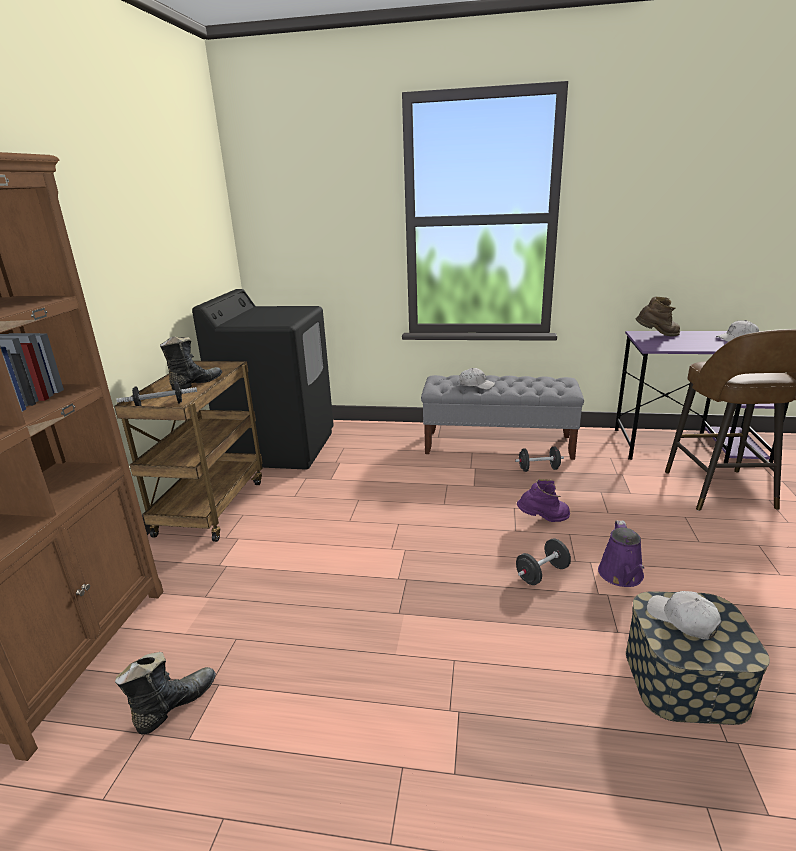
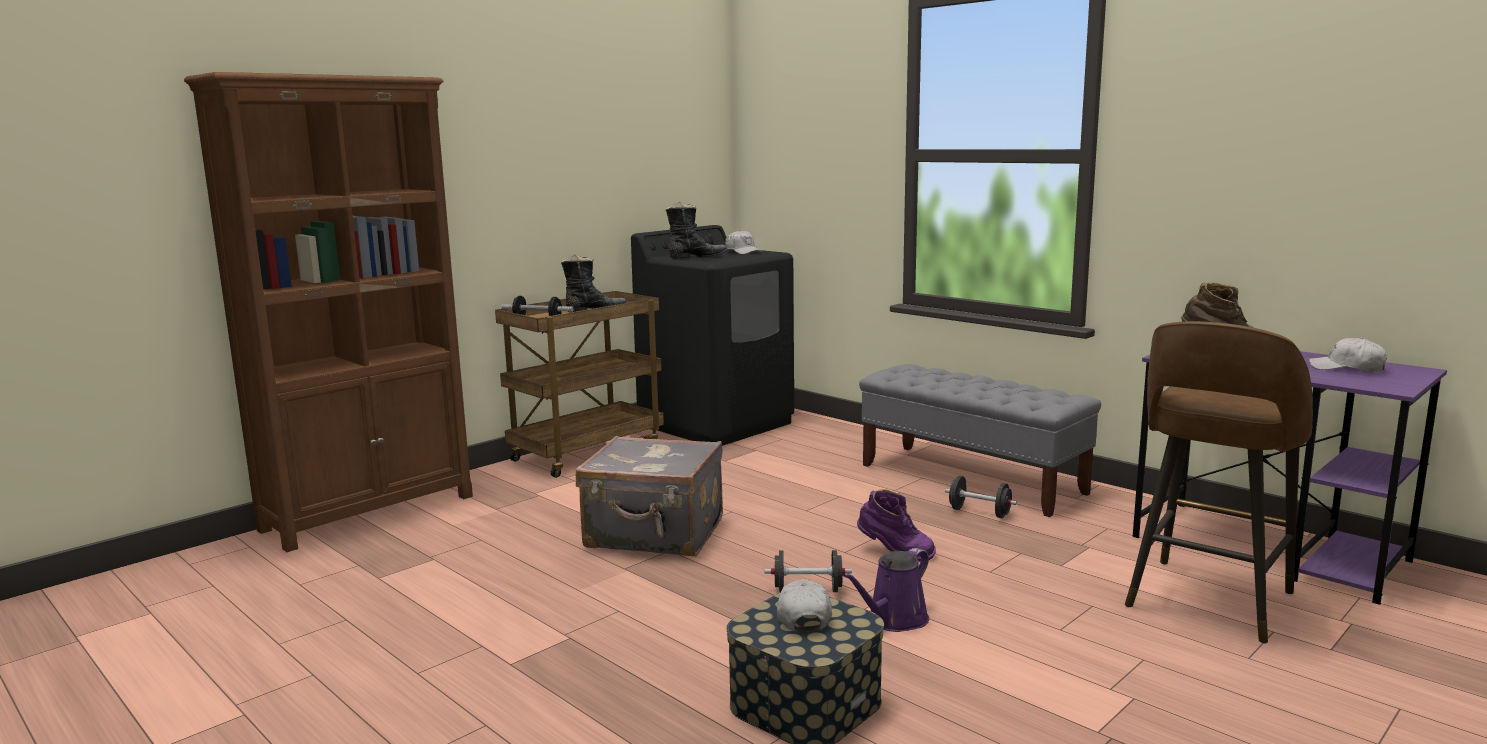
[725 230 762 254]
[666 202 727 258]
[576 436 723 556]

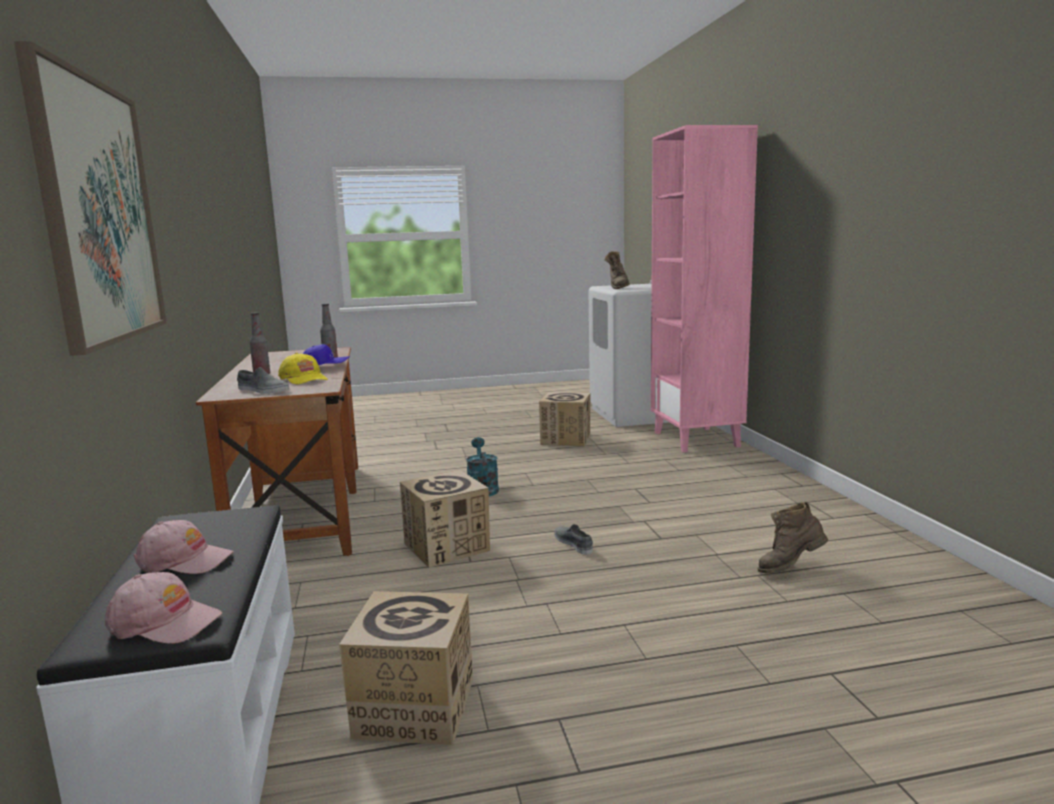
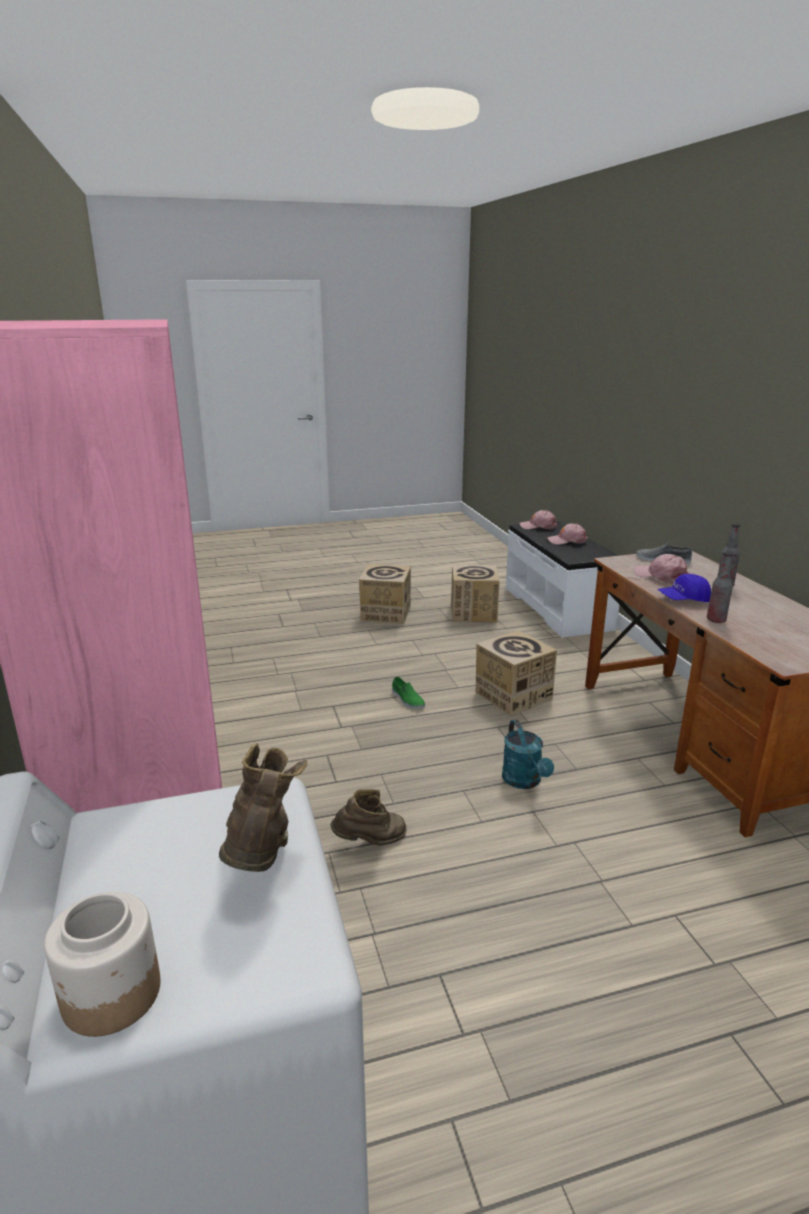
[14 41 167 356] (first image)
[634 554 690 584]
[359 564 411 624]
[331 789 407 846]
[392 677 425 710]
[44 892 160 1037]

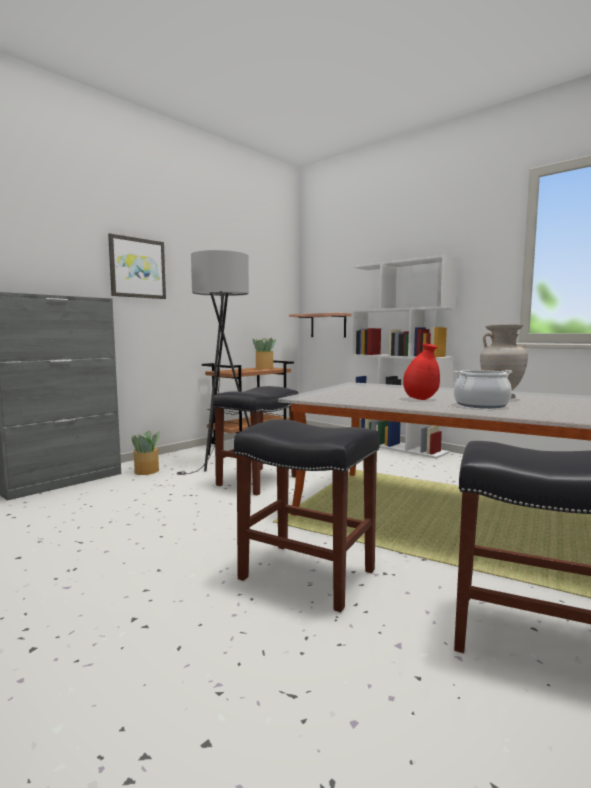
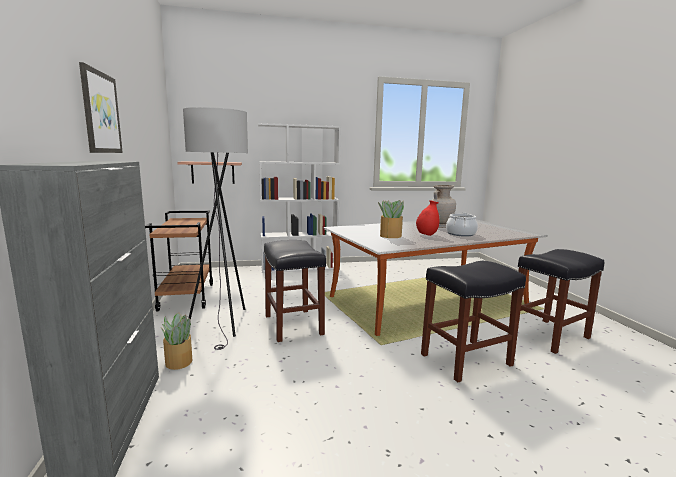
[378 200 404 238]

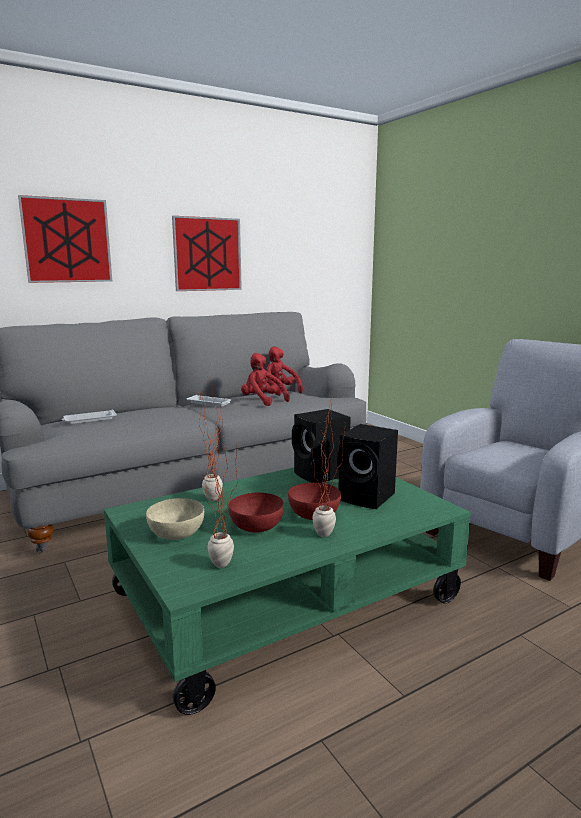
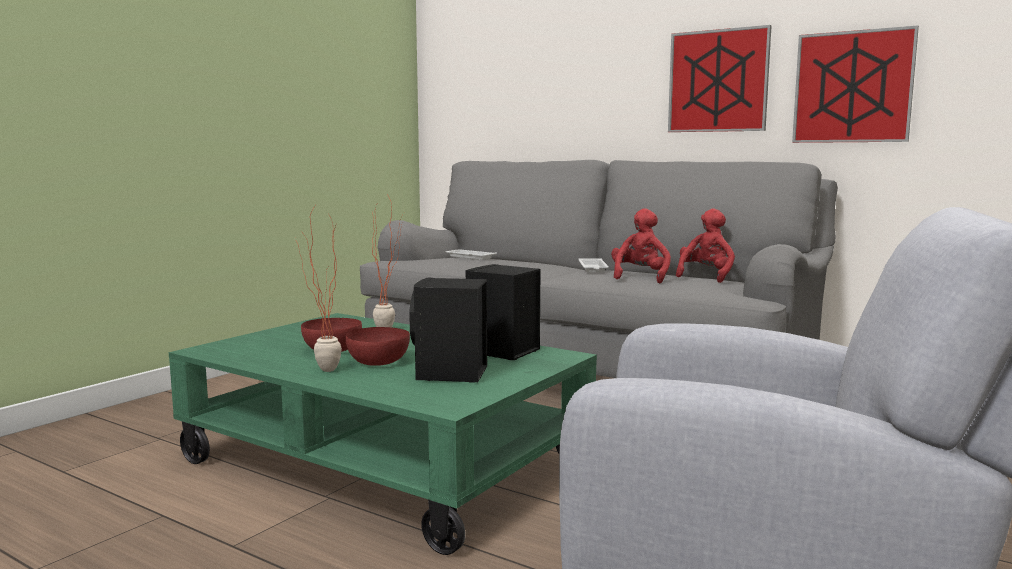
[792 25 919 143]
[204 412 238 568] (first image)
[146 498 204 540] (first image)

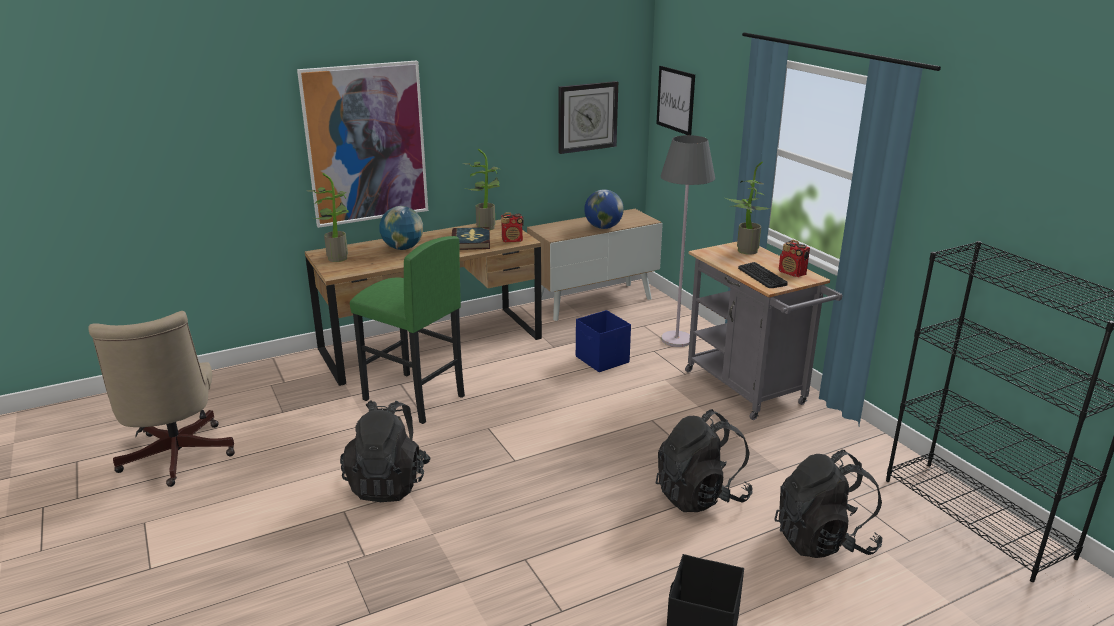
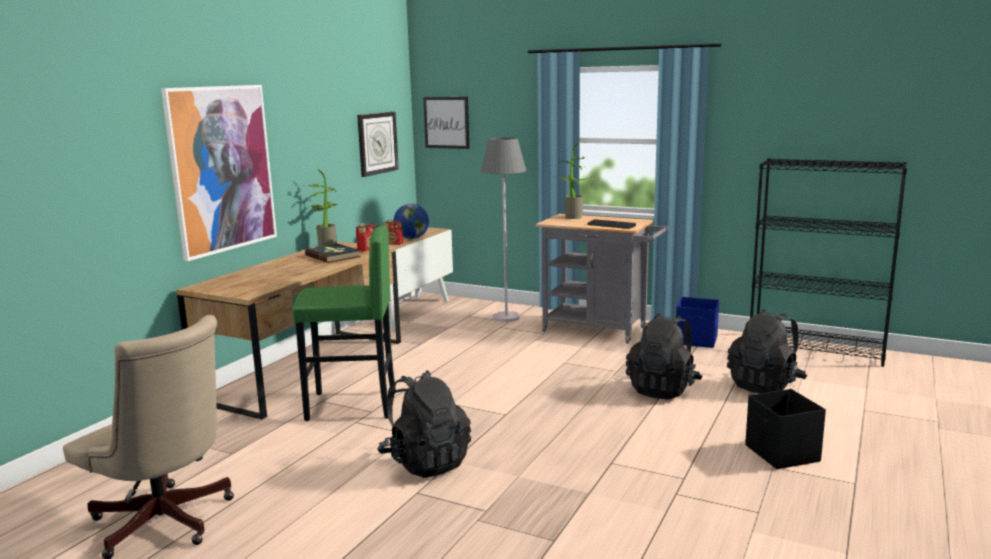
[308 173 349 262] (first image)
[379 206 423 250] (first image)
[383 220 403 245]
[676 297 719 348]

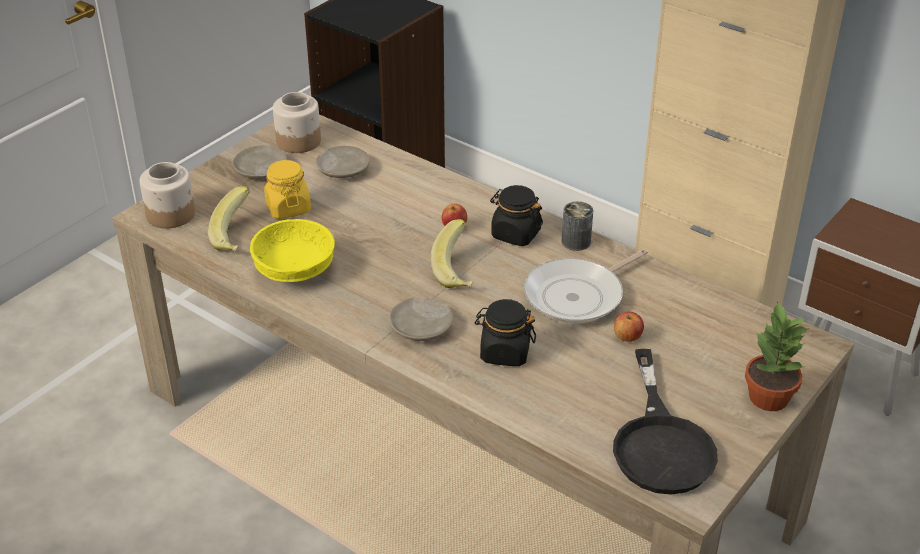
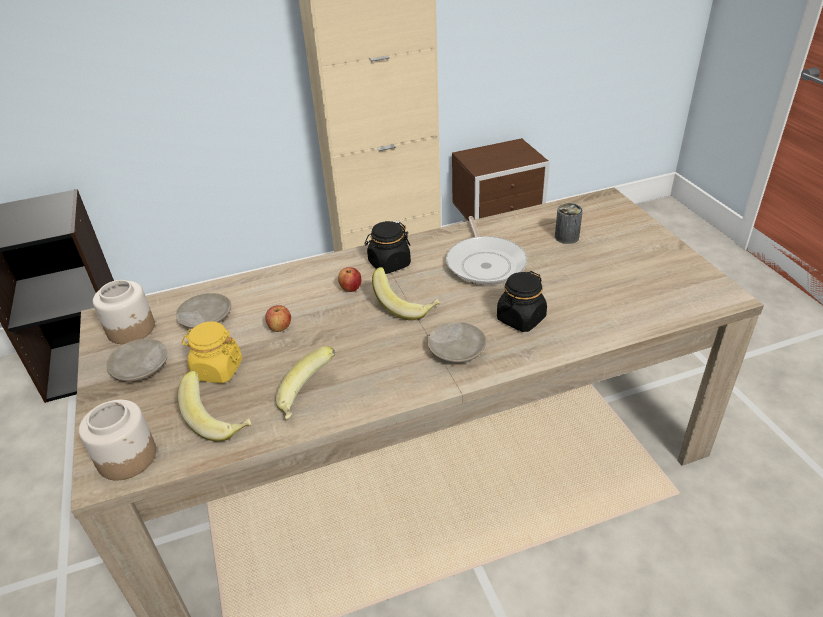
[555 203 583 244]
[276 346 335 419]
[745 301 810 411] (first image)
[265 305 291 332]
[613 349 718 495] (first image)

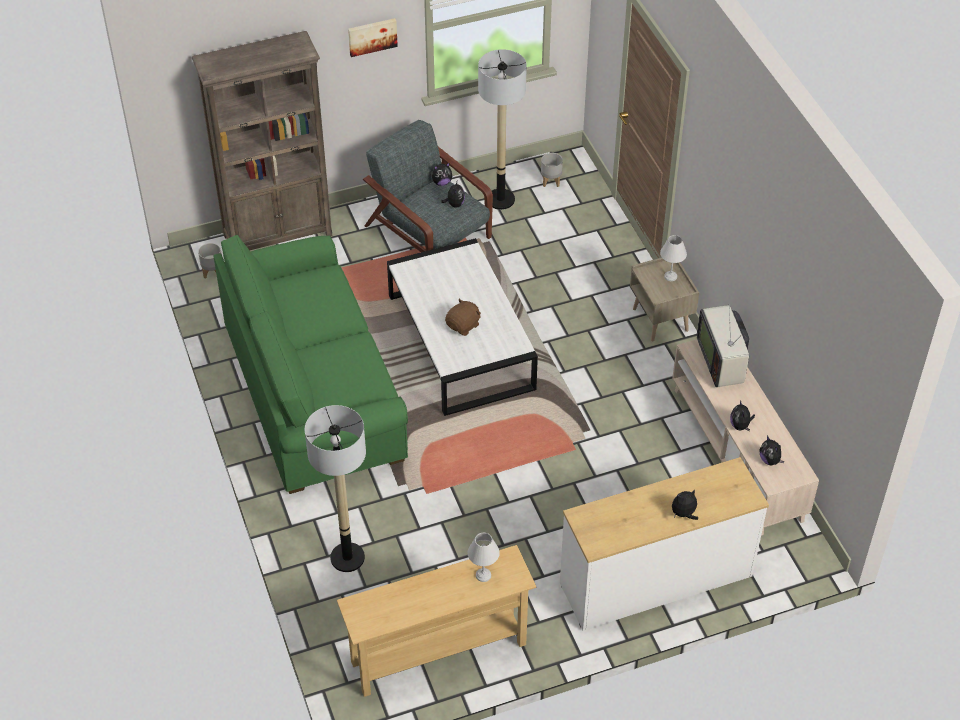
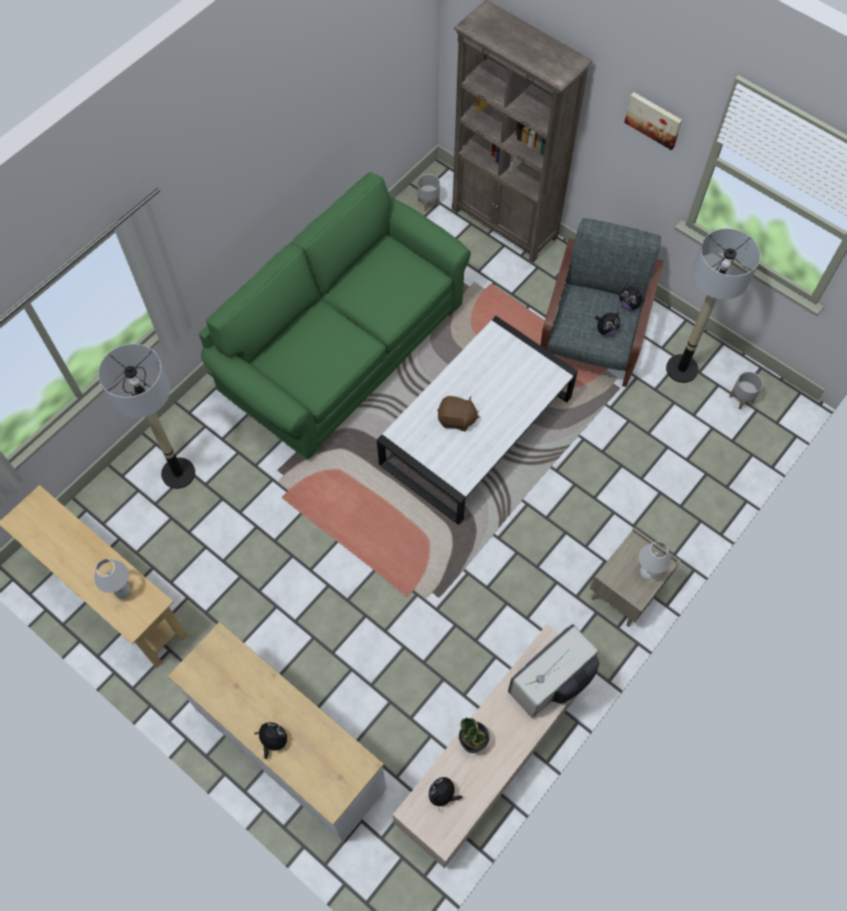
[459 717 490 753]

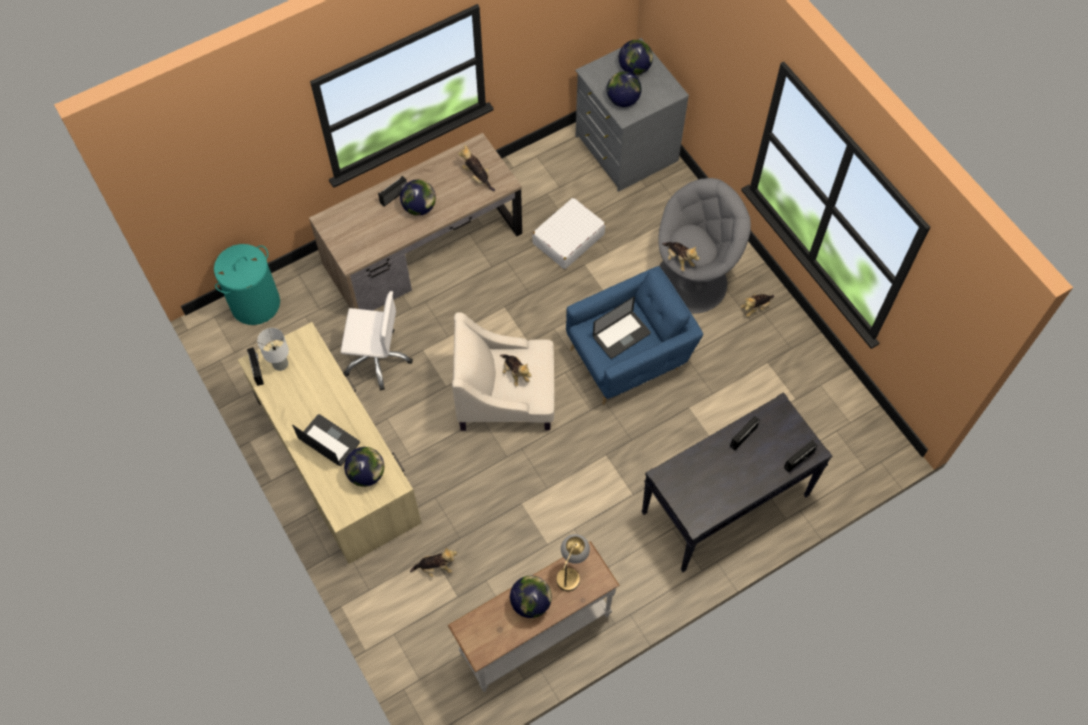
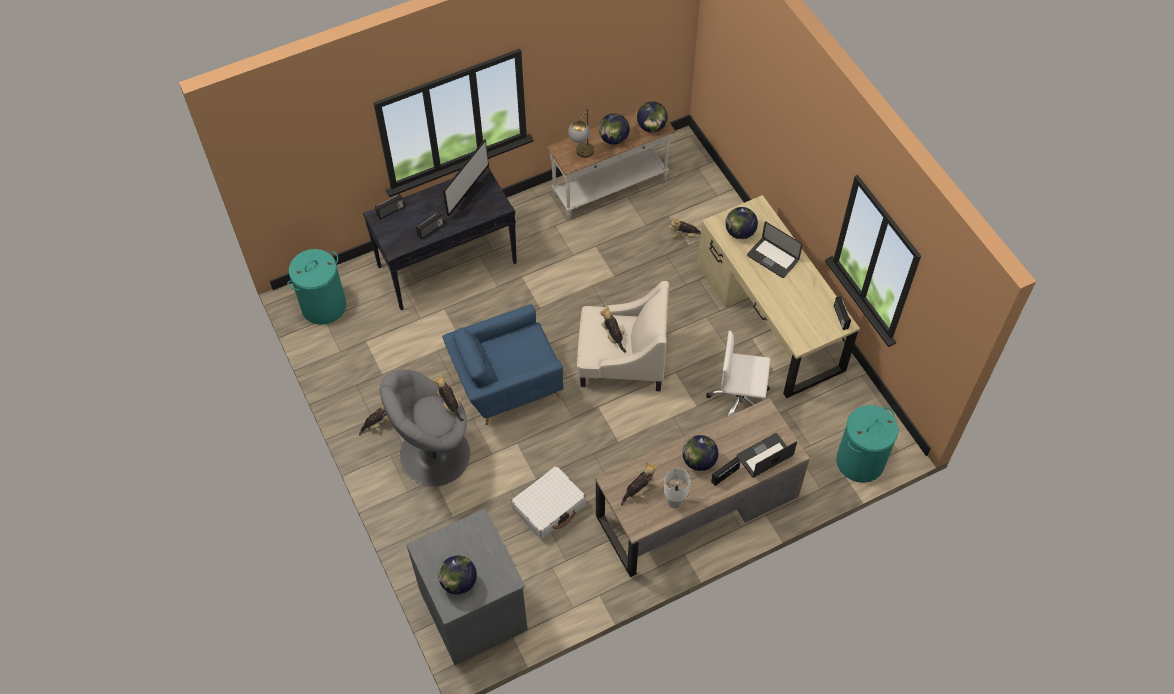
[637 101 668 133]
[621 462 657 506]
[737 433 797 478]
[664 468 690 508]
[443 139 489 216]
[287 249 346 325]

